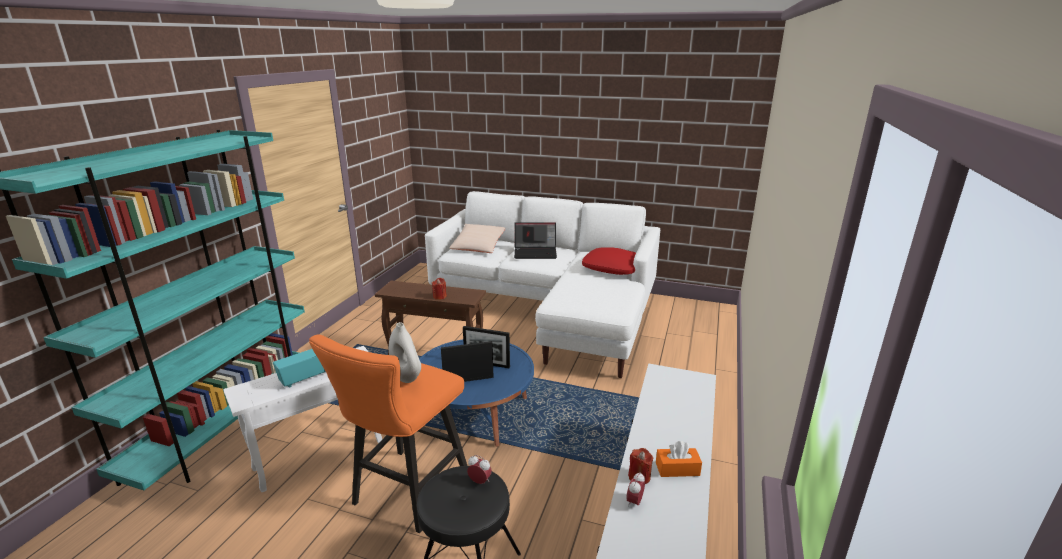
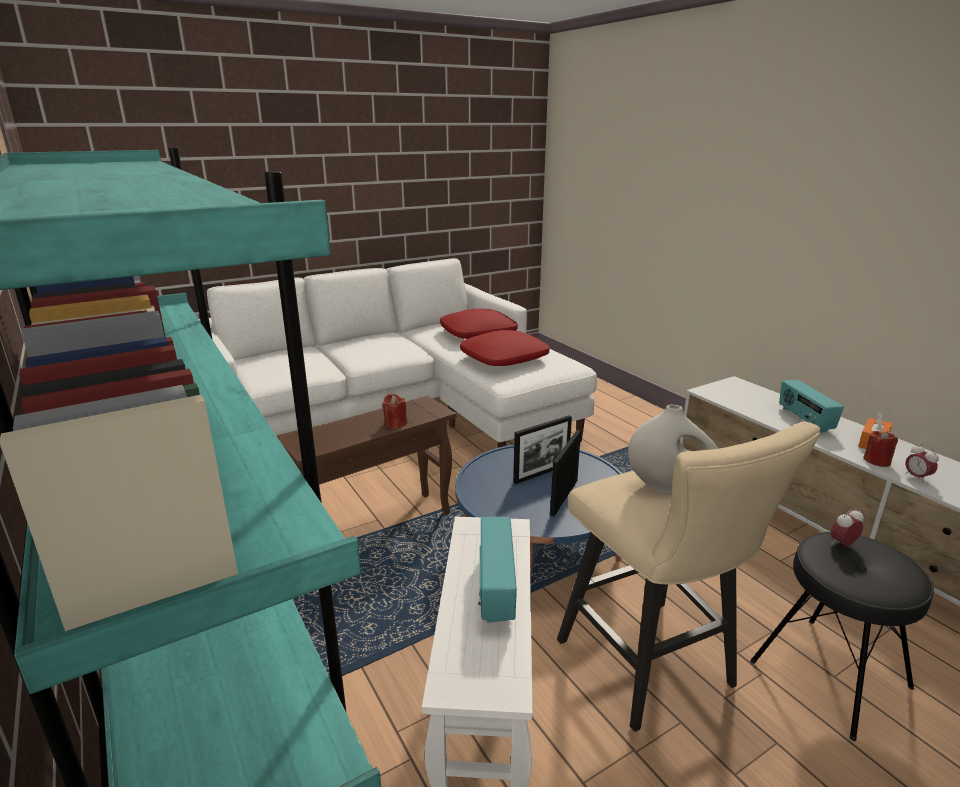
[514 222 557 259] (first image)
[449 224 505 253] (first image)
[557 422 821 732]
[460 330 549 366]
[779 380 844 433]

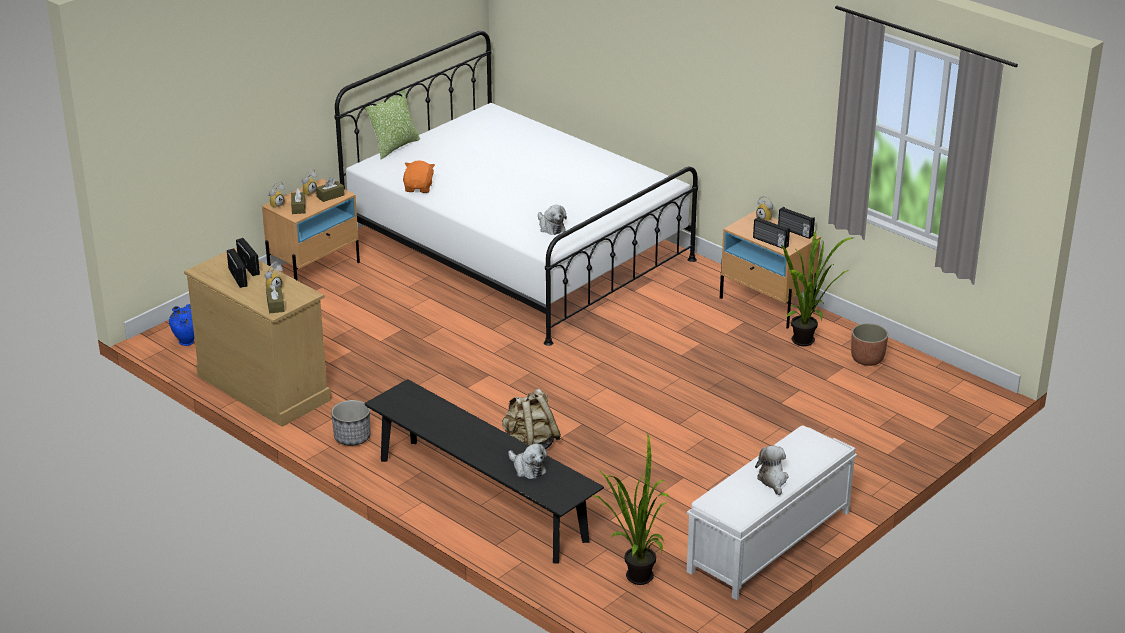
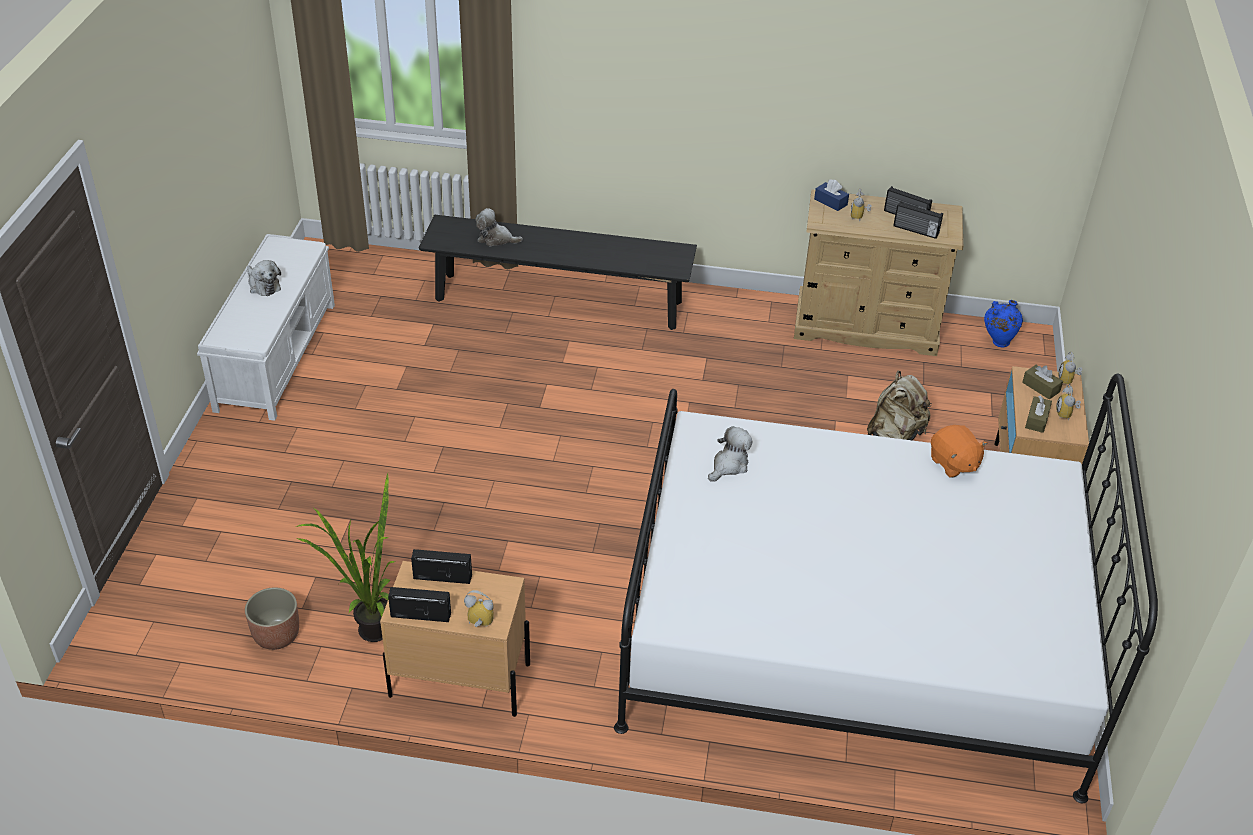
[365 89 420 159] (first image)
[708 426 752 482]
[814 179 849 211]
[867 371 931 440]
[331 400 371 446] (first image)
[593 432 669 585] (first image)

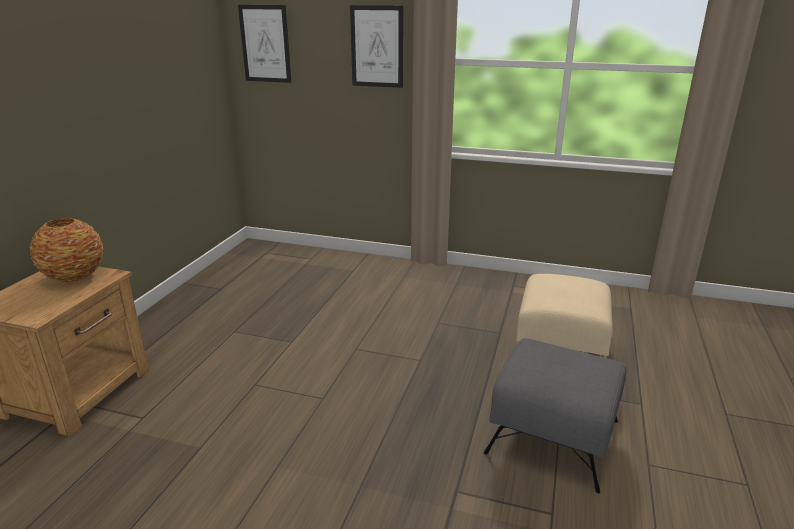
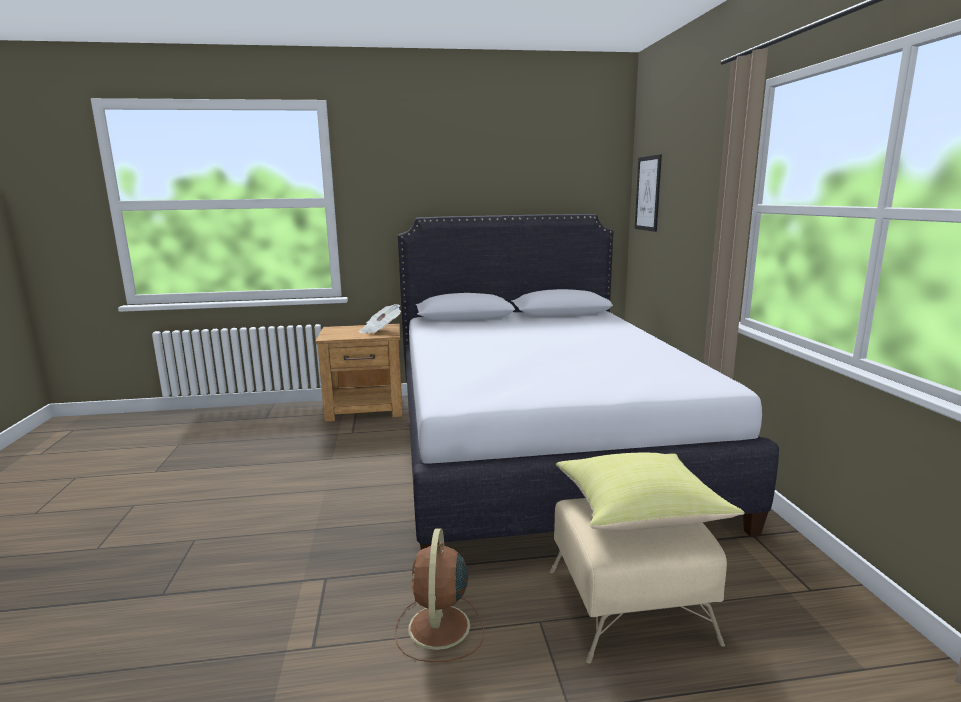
[350 5 403 88] (first image)
[359 304 401 333]
[395 528 484 662]
[398 214 779 550]
[556 453 744 531]

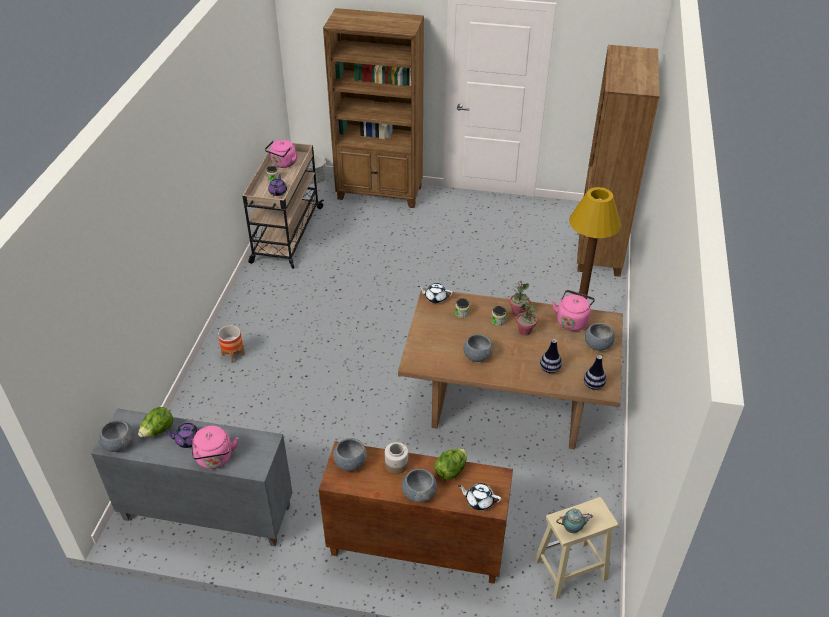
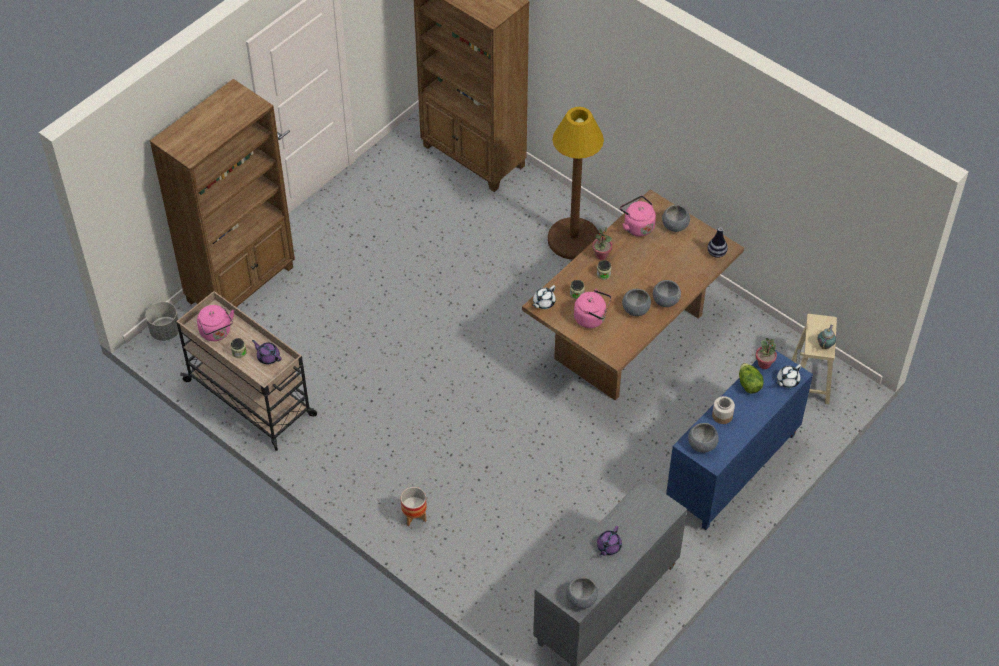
[756 338 777 369]
[540 339 562 373] (first image)
[138 407 174 438] (first image)
[574 289 611 328]
[666 350 813 530]
[653 280 681 307]

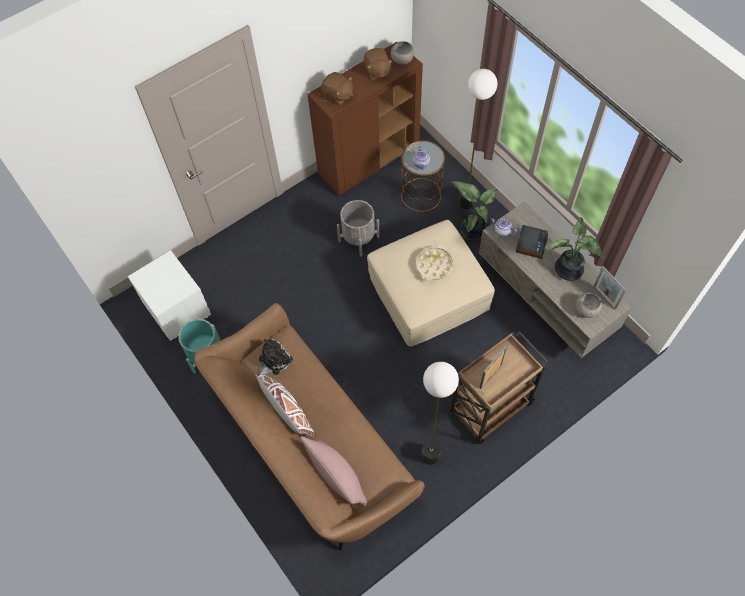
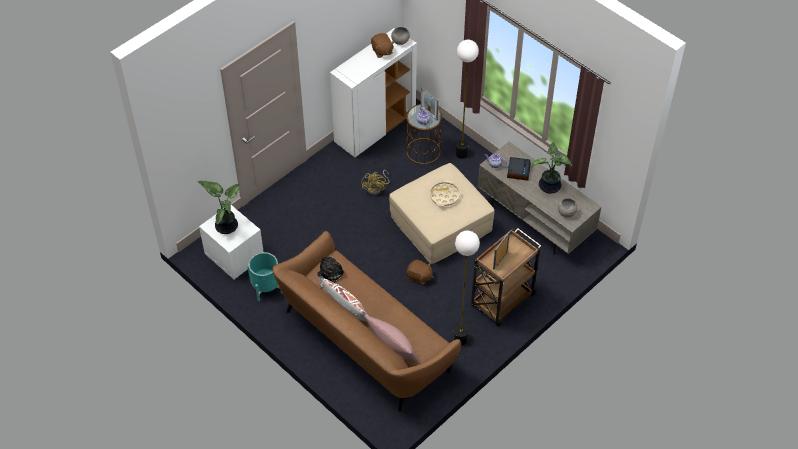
[330 28 417 157]
[407 260 433 285]
[198 181 240 234]
[361 170 390 196]
[421 88 438 121]

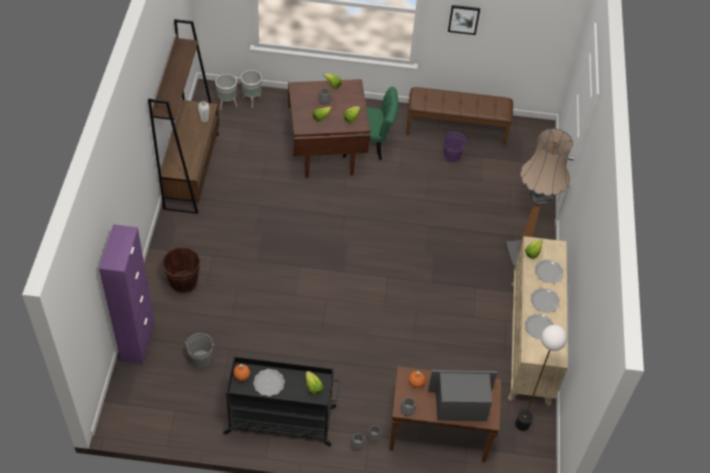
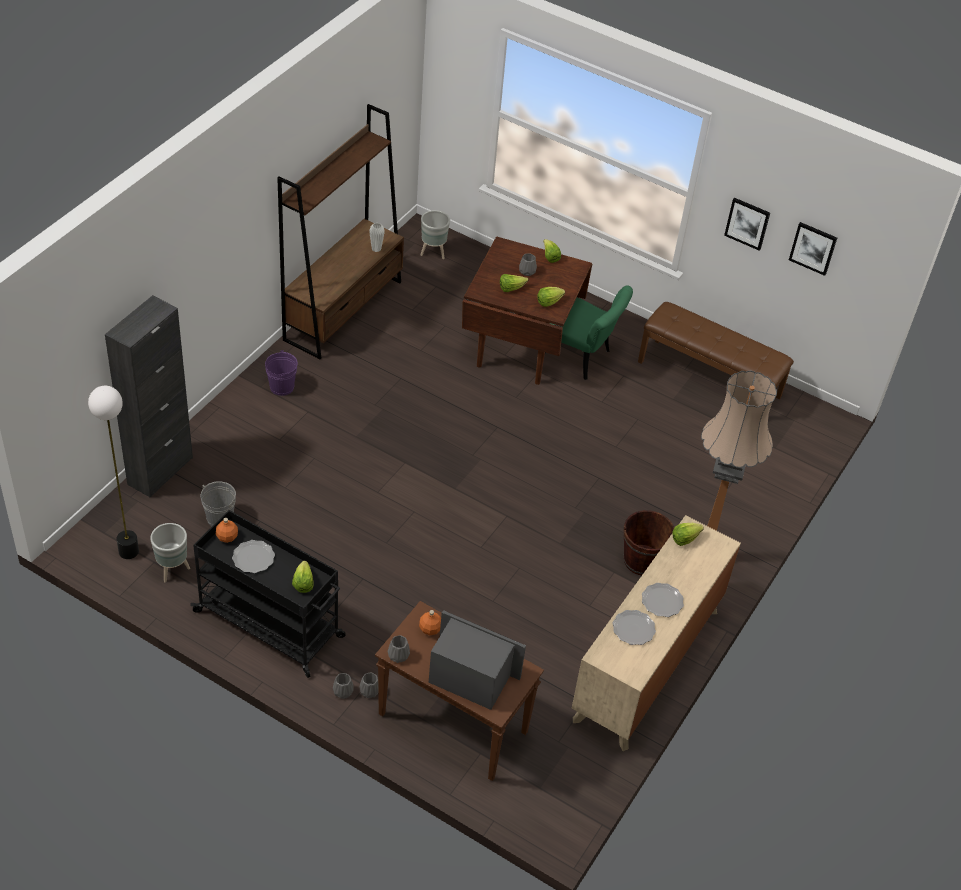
[150 523 190 582]
[265 350 298 396]
[105 295 193 498]
[624 510 674 576]
[535 259 564 283] (first image)
[88 386 139 559]
[789 222 837 276]

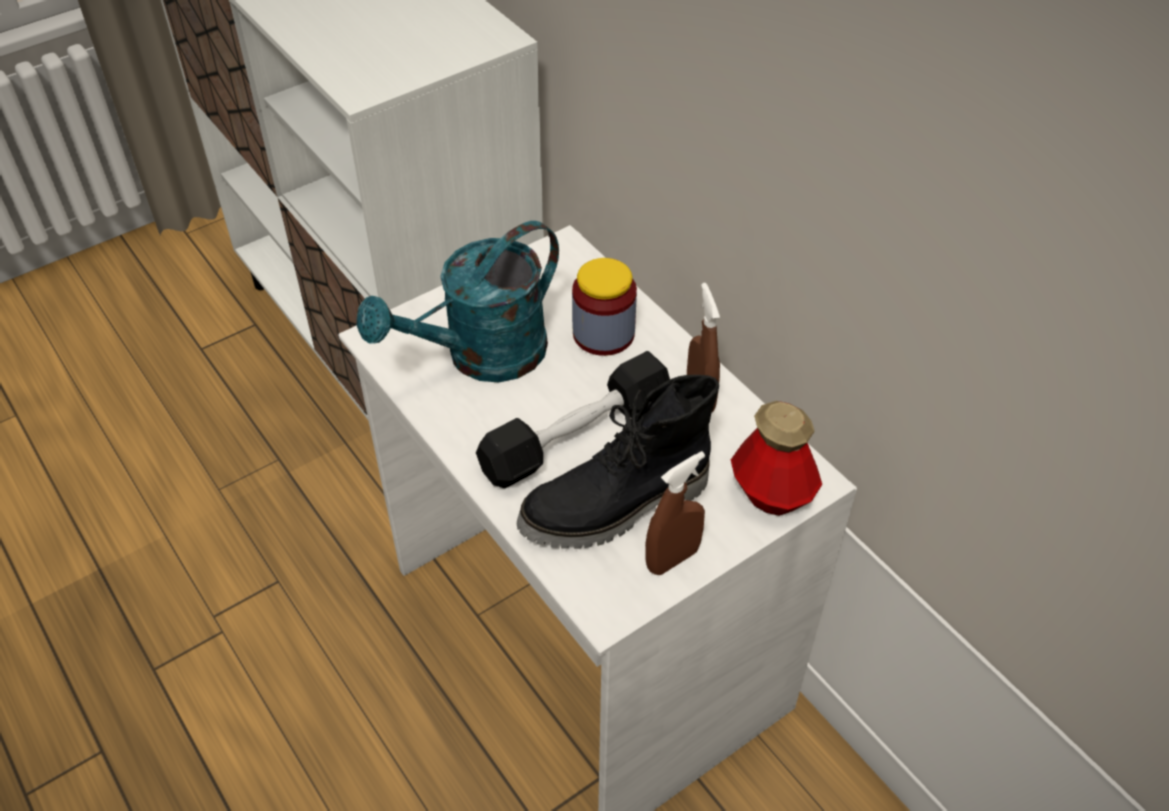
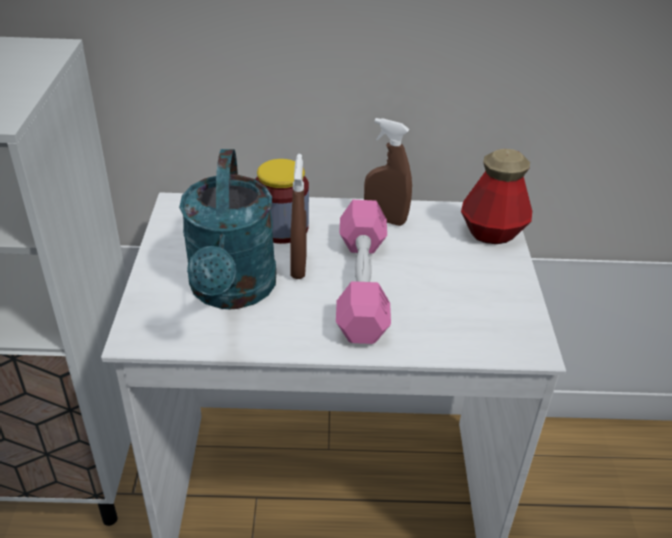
[336 200 391 344]
[517 375 719 549] (first image)
[290 154 307 279]

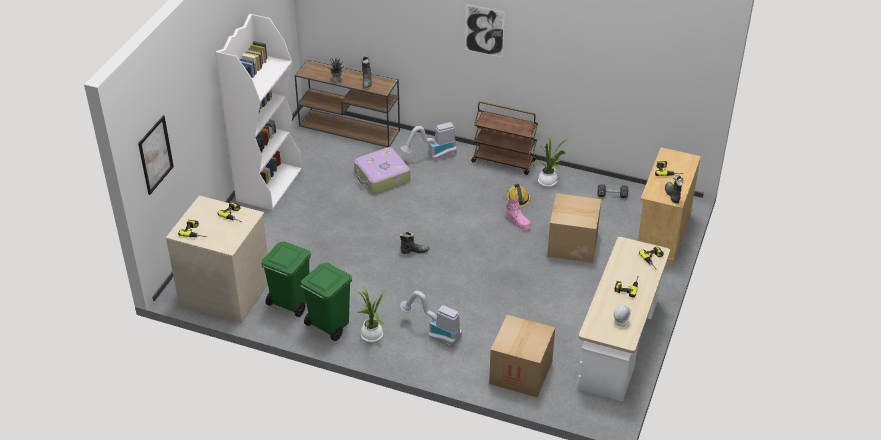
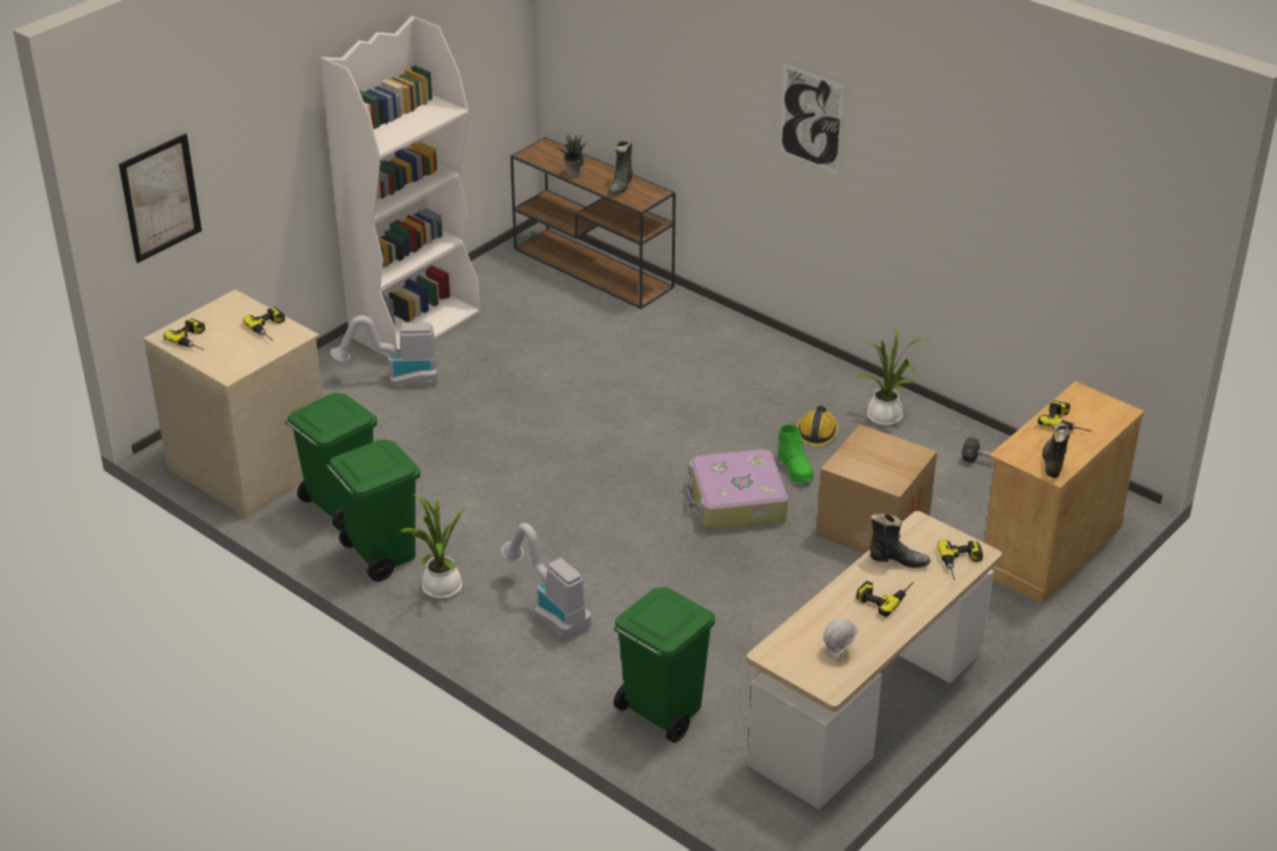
[471 101 538 175] (first image)
[330 316 438 388]
[687 449 788 530]
[778 425 814 483]
[870 514 931 568]
[613 587 715 743]

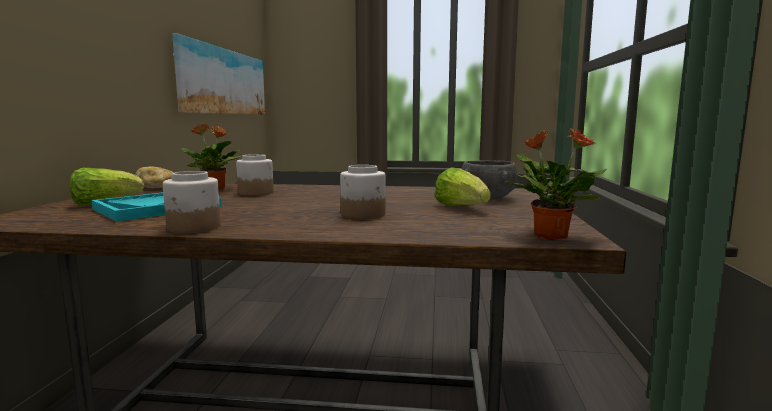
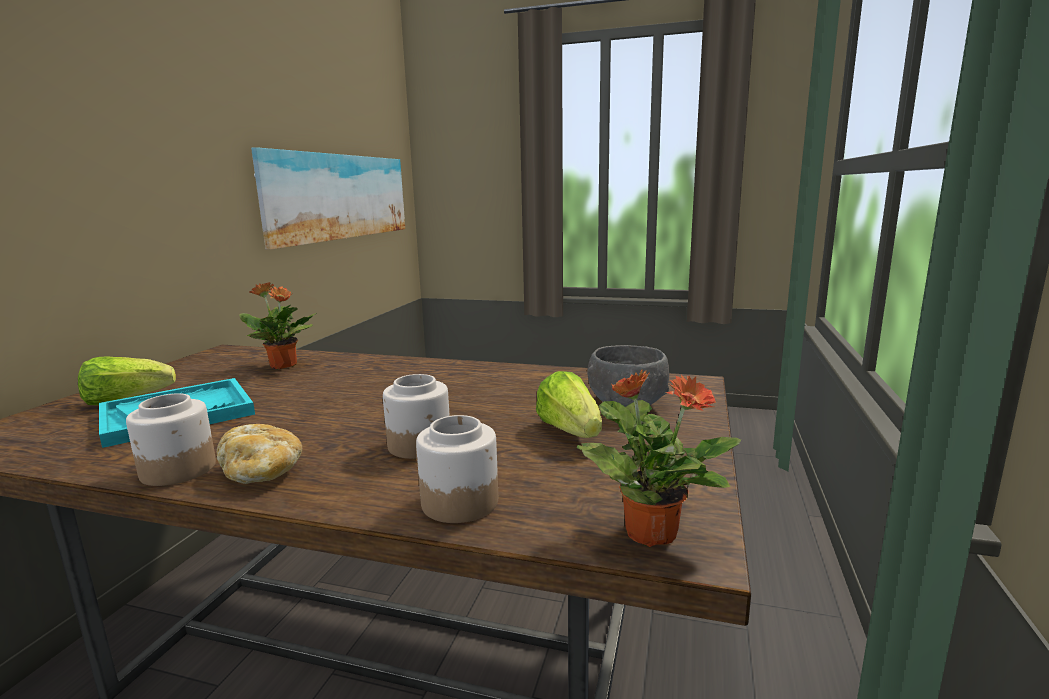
[416 415 498 523]
[217 424 302 484]

